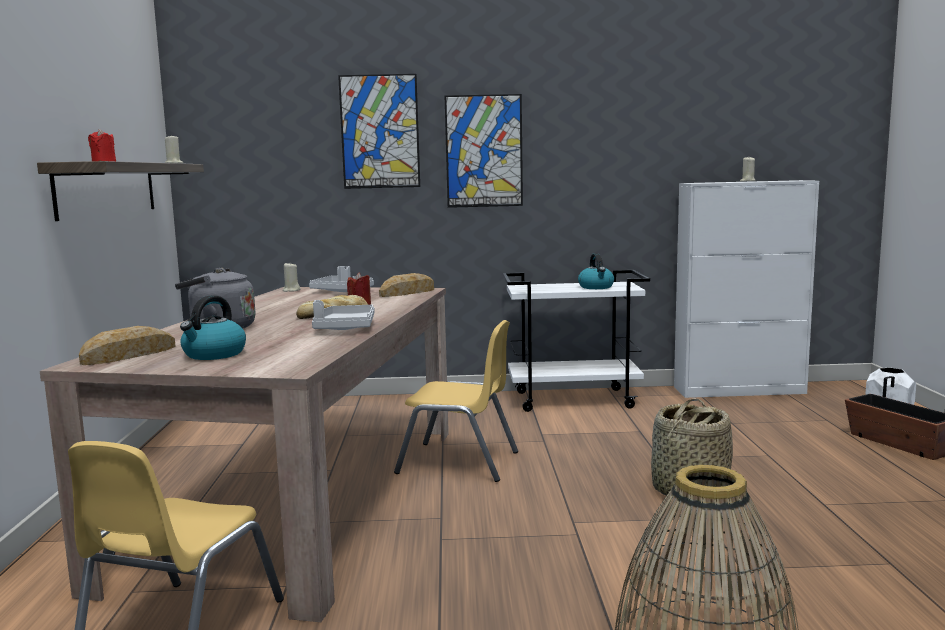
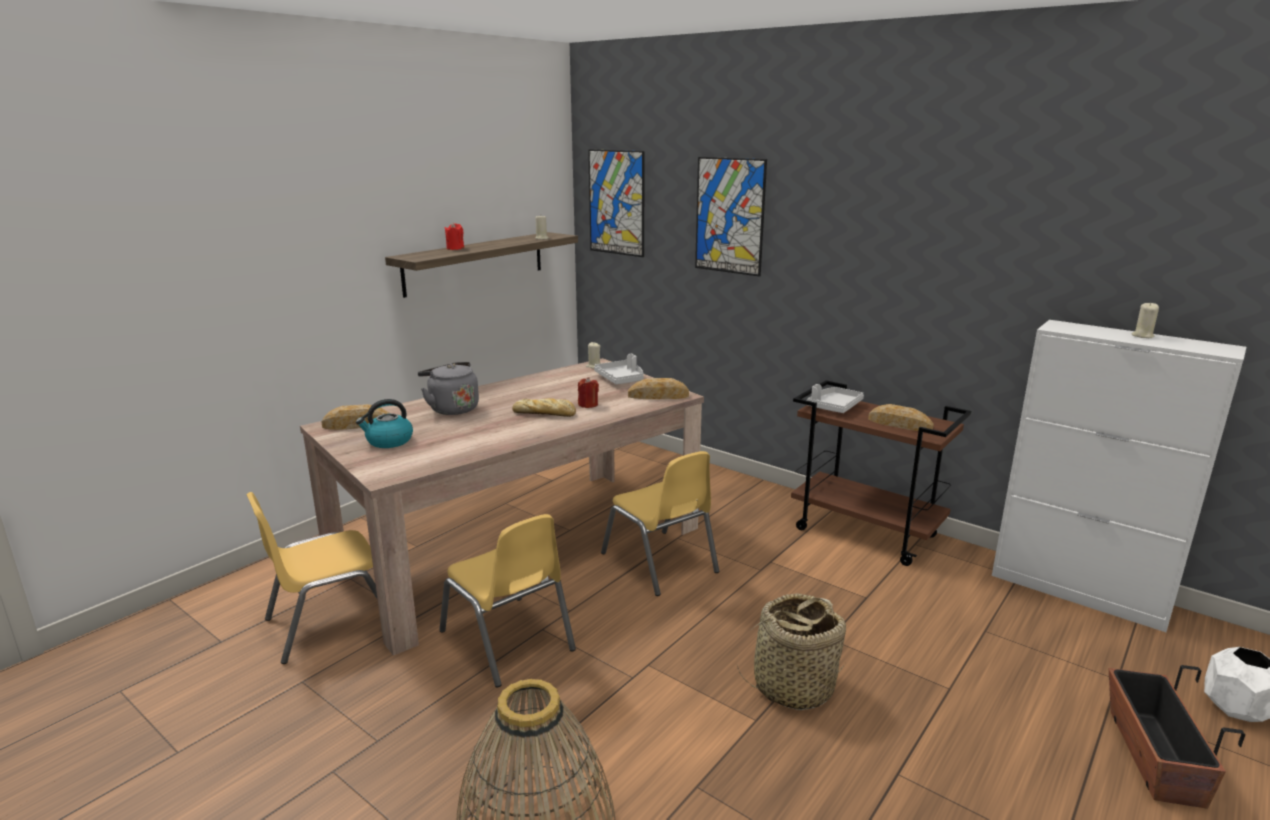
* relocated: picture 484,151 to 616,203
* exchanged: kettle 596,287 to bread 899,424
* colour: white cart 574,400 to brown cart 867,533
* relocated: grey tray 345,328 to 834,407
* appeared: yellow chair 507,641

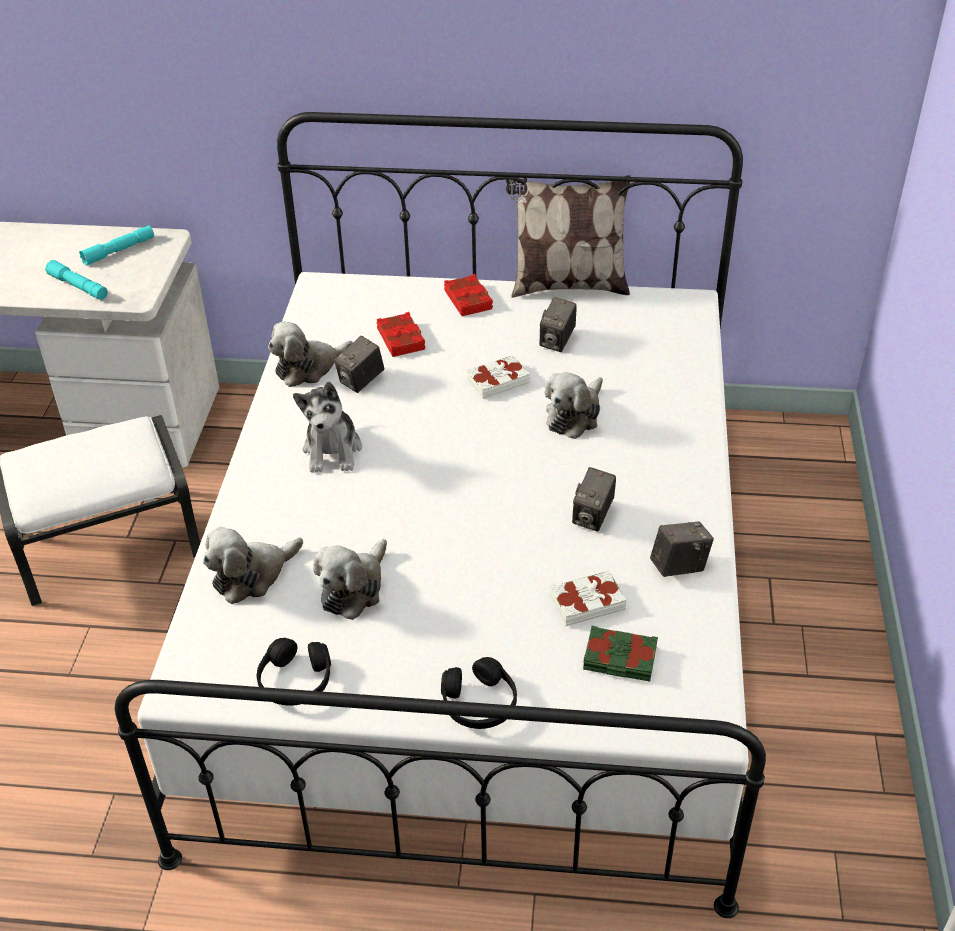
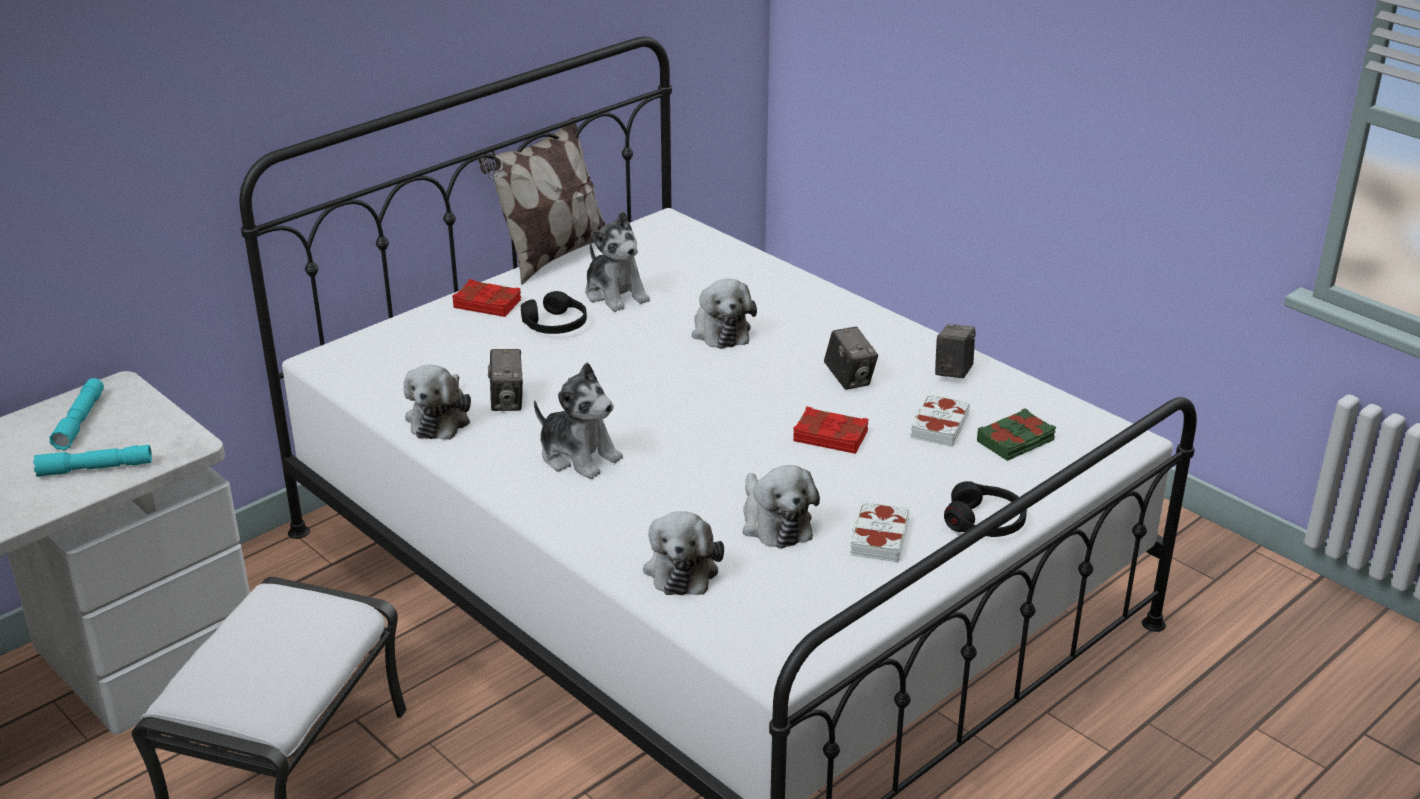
* exchanged: photo camera 557,341 to plush toy 616,294
* relocated: red book 401,339 to 830,436
* relocated: white book 497,381 to 878,538
* relocated: black headphones 295,681 to 555,325

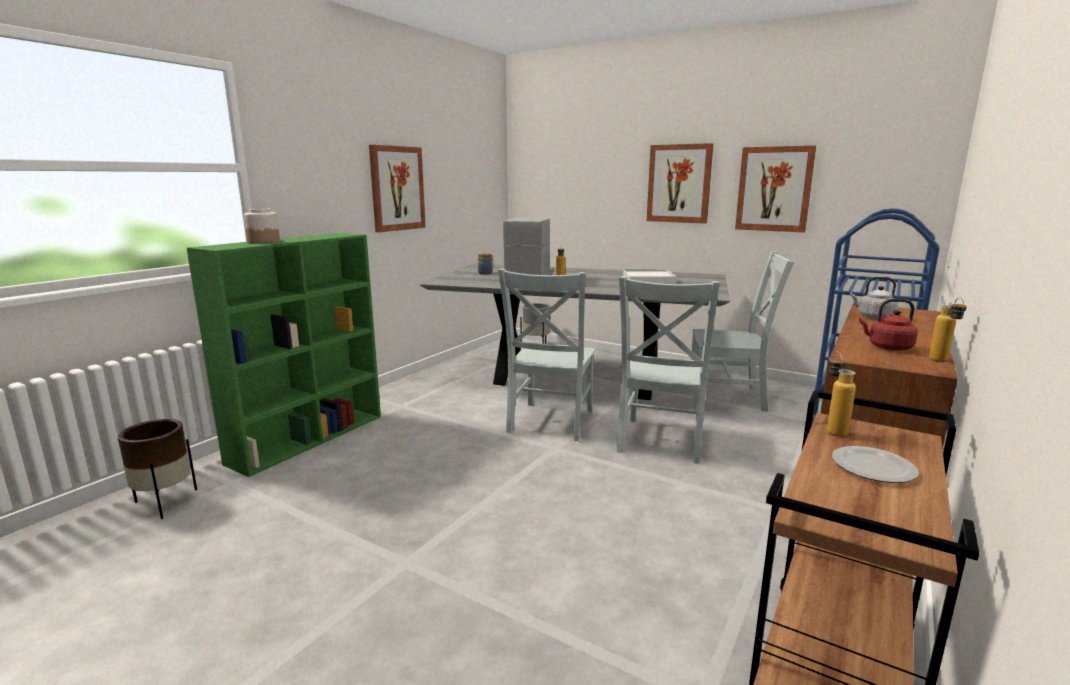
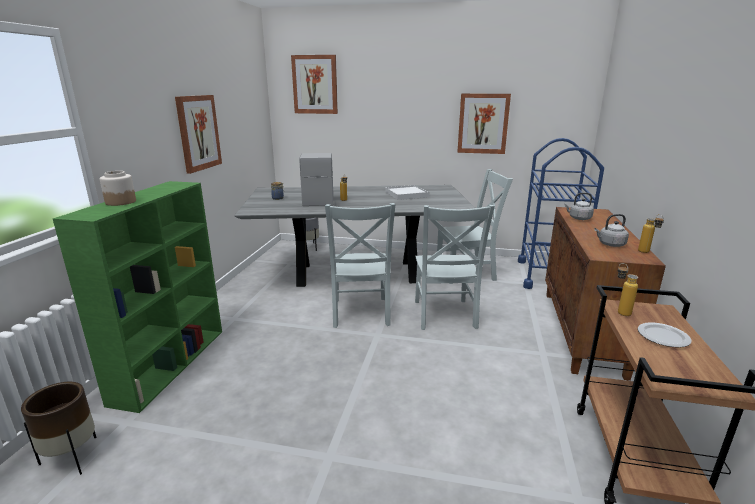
* relocated: picture 679,183 to 315,84
* colour: red kettle 887,347 to grey kettle 610,244

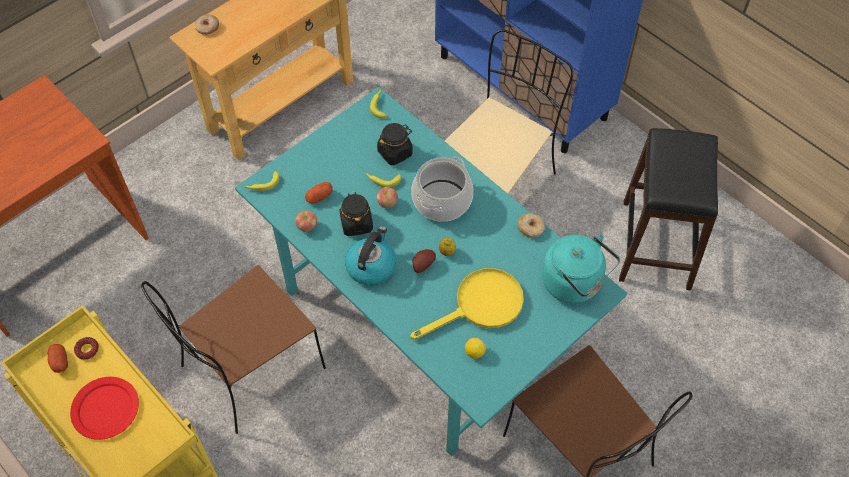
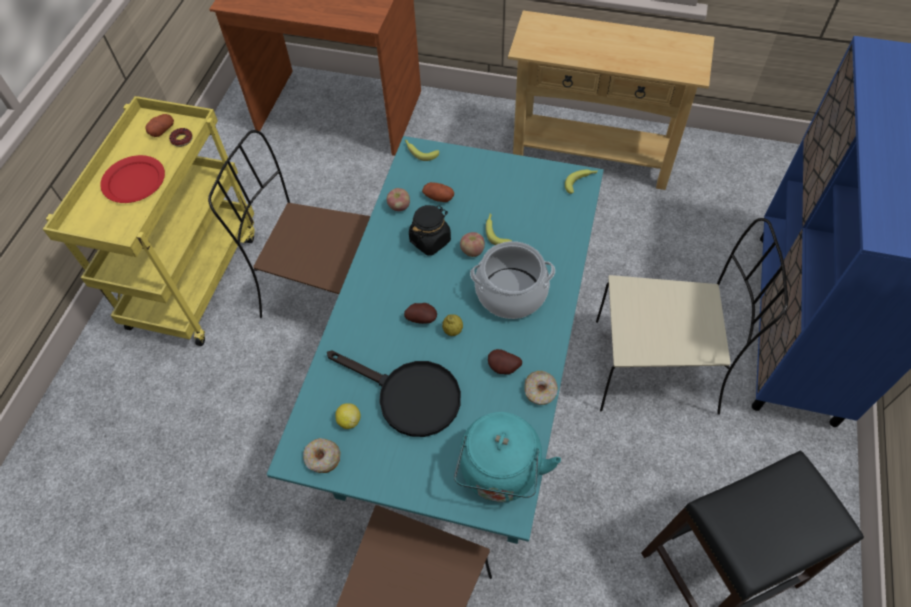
* relocated: donut 207,28 to 322,458
* missing: black jar 395,153
* missing: kettle 371,266
* colour: yellow frying pan 480,306 to black frying pan 409,396
* appeared: potato 503,368

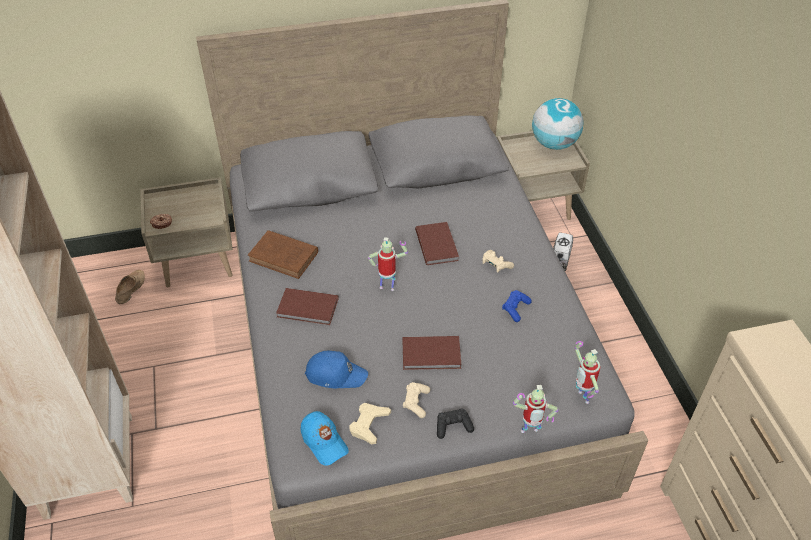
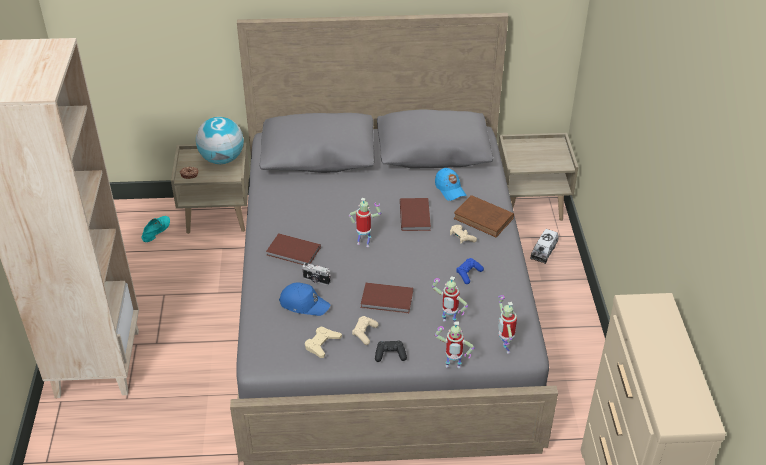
* relocated: globe 554,144 to 222,159
* relocated: brown book 285,257 to 484,219
* colour: beige shoe 130,288 to turquoise shoe 156,230
* relocated: blue cap 324,442 to 450,190
* appeared: photo camera 316,280
* appeared: toy robot 448,323

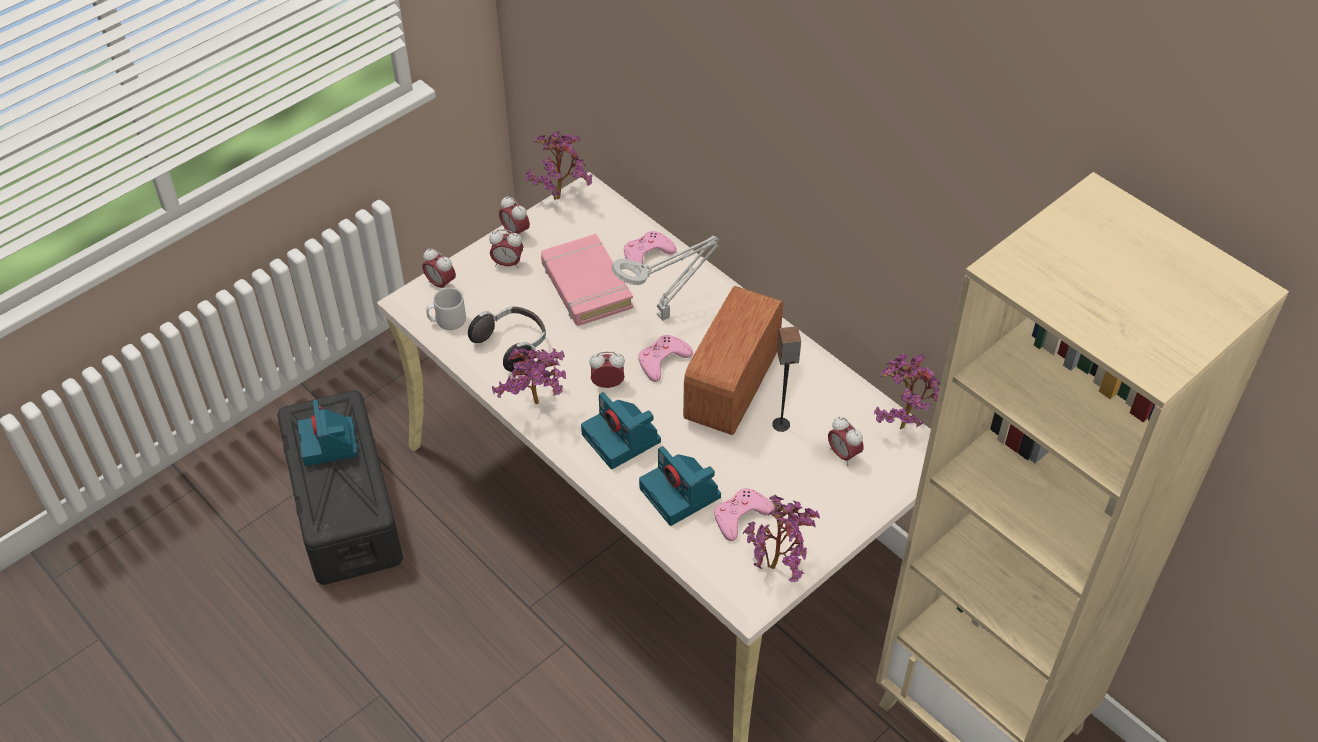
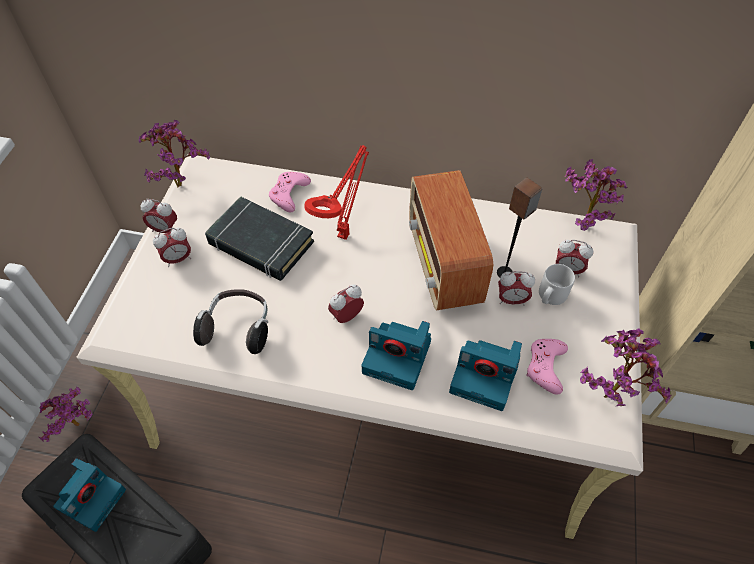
* colour: pink book 586,286 to black book 260,243
* colour: grey table lamp 666,315 to red table lamp 344,233
* relocated: alarm clock 441,284 to 511,300
* relocated: grey mug 447,320 to 550,296
* missing: pink game controller 662,360
* relocated: potted plant 538,406 to 80,426
* spun: photo camera 329,444 = 91,497 105 degrees counterclockwise

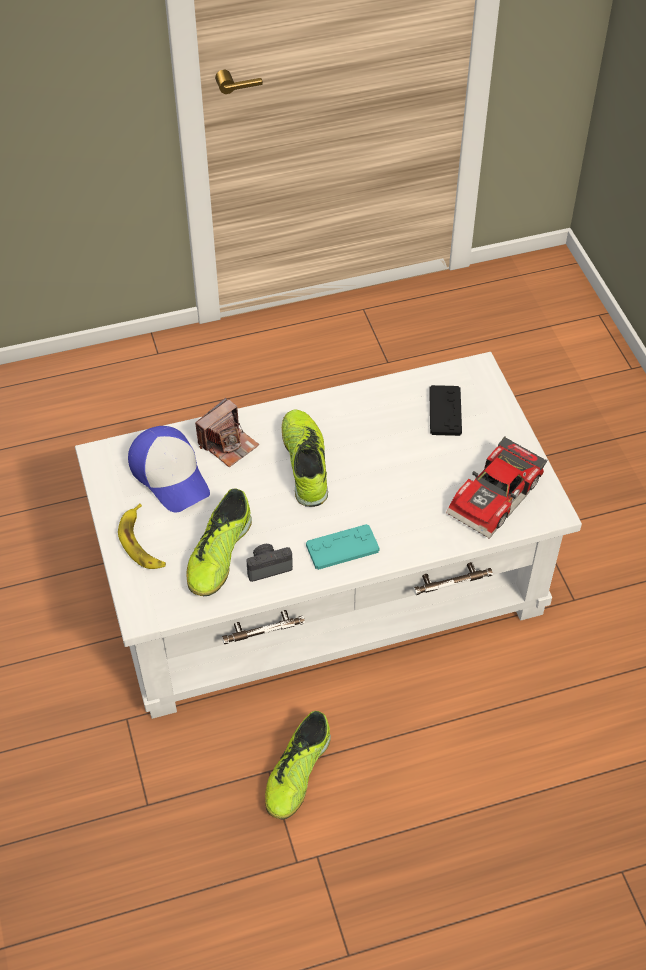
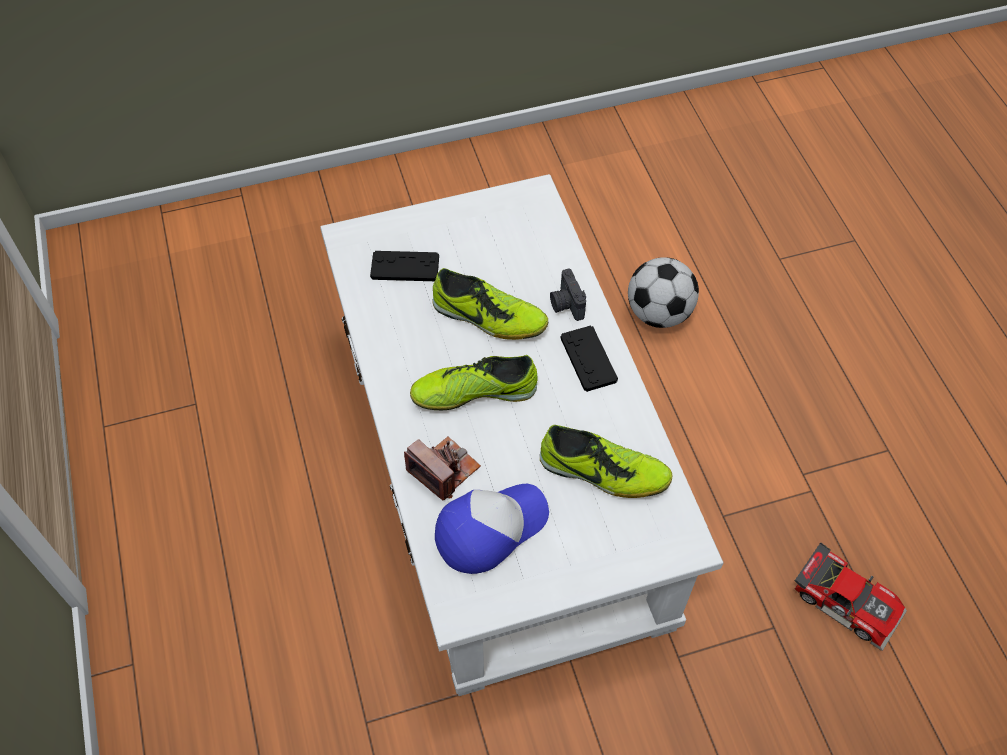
* relocated: toy car 498,497 to 848,599
* missing: banana 142,543
* colour: turquoise game controller 342,548 to black game controller 588,359
* relocated: photo camera 268,567 to 566,304
* relocated: shoe 297,773 to 489,317
* appeared: football 659,313

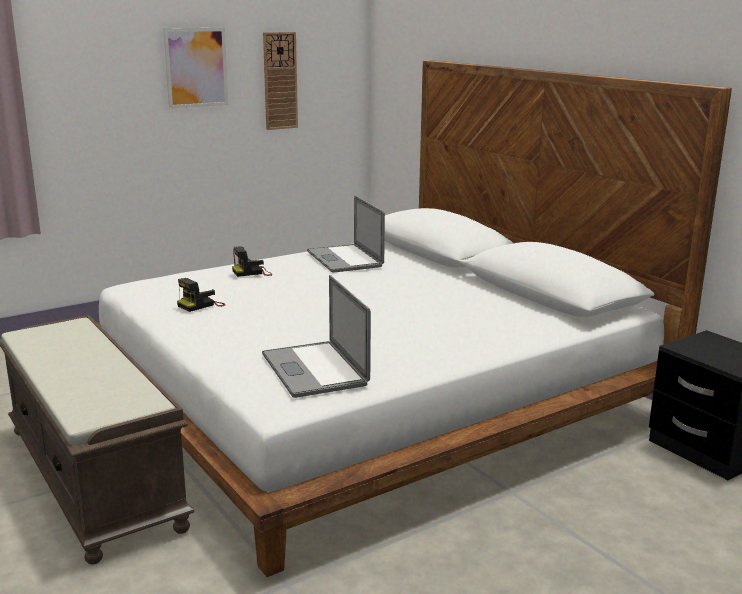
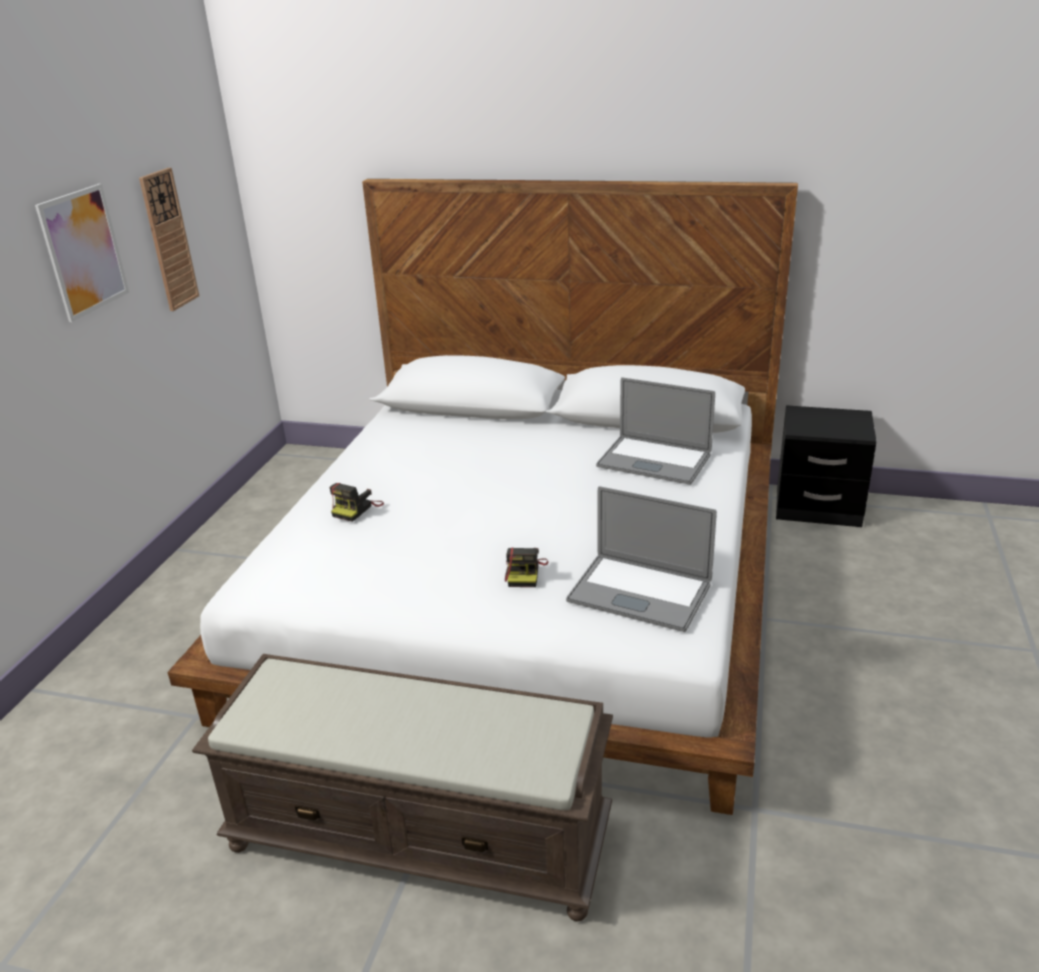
* relocated: laptop 344,259 to 654,460
* relocated: photo camera 201,305 to 525,573

